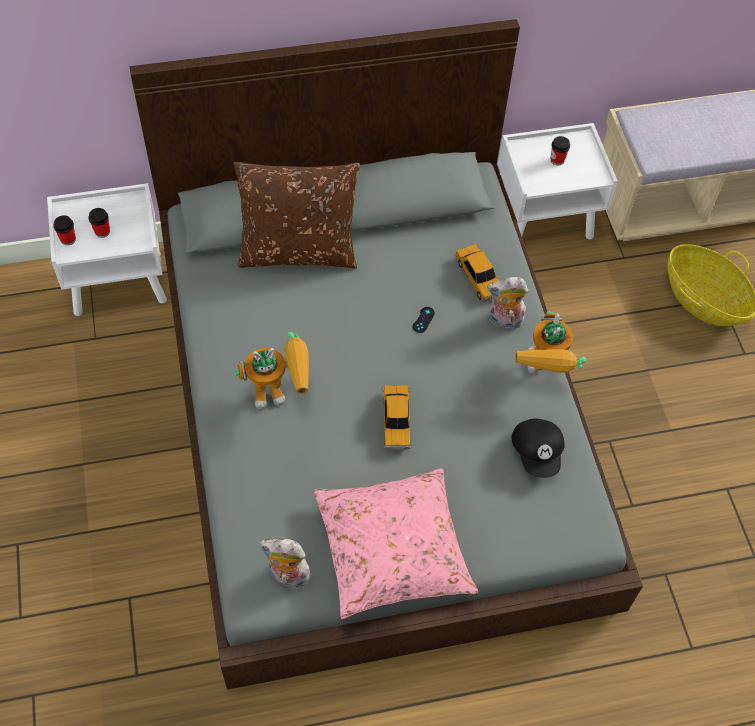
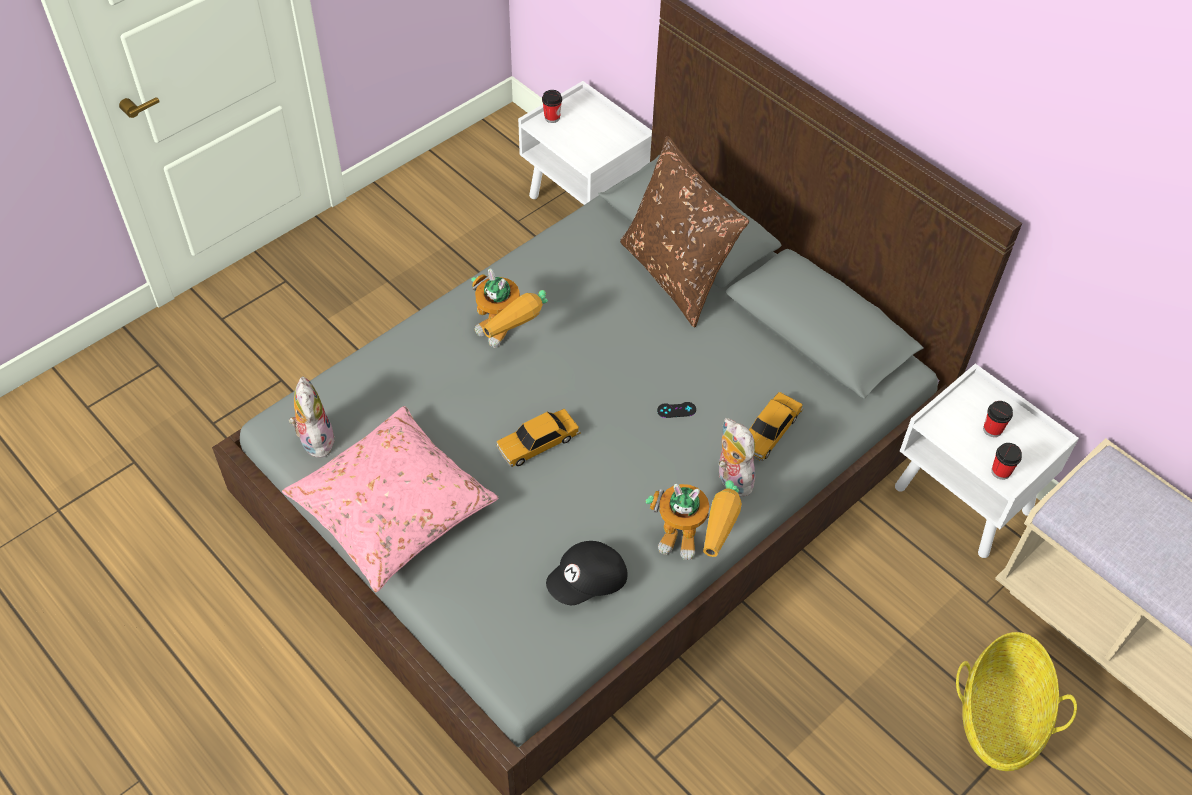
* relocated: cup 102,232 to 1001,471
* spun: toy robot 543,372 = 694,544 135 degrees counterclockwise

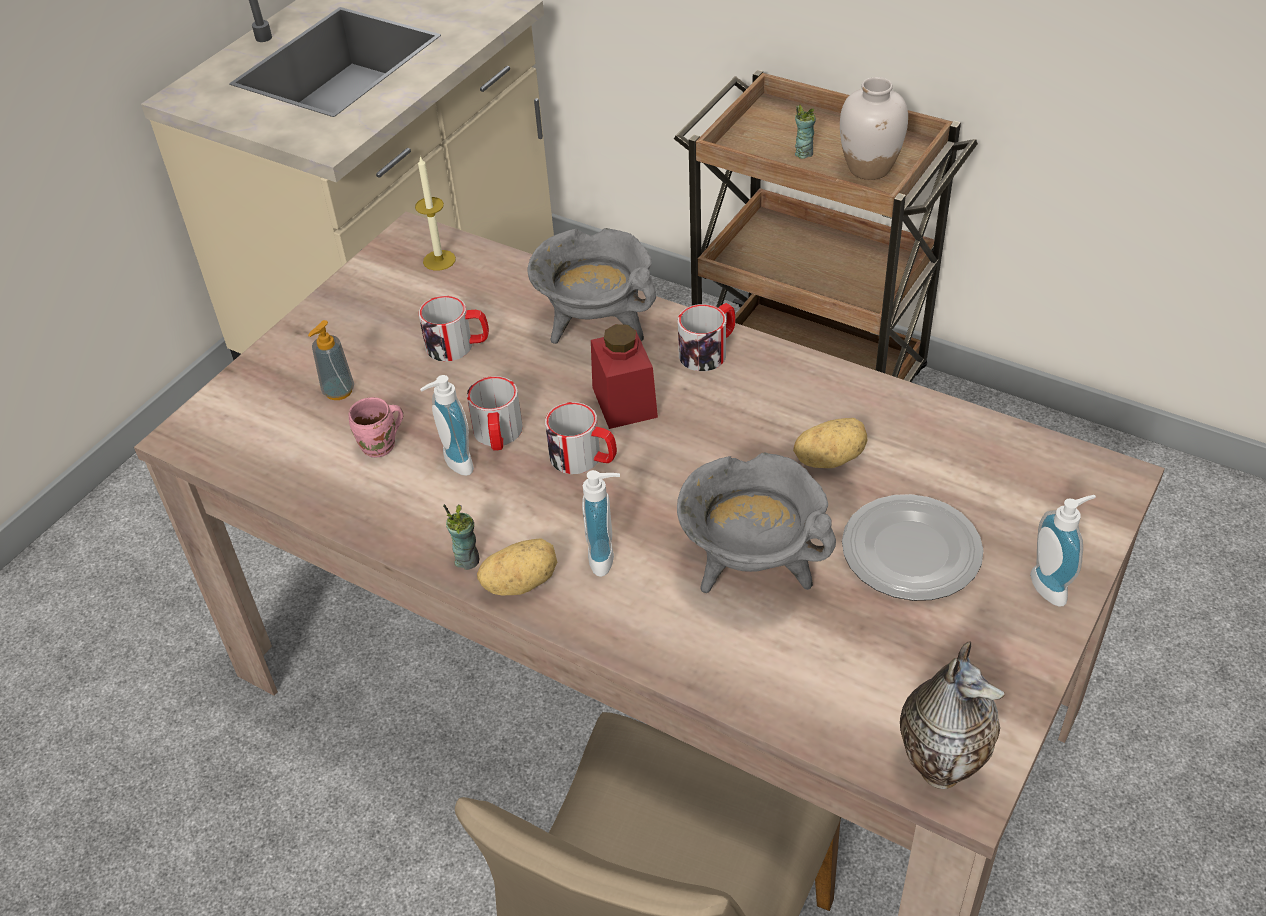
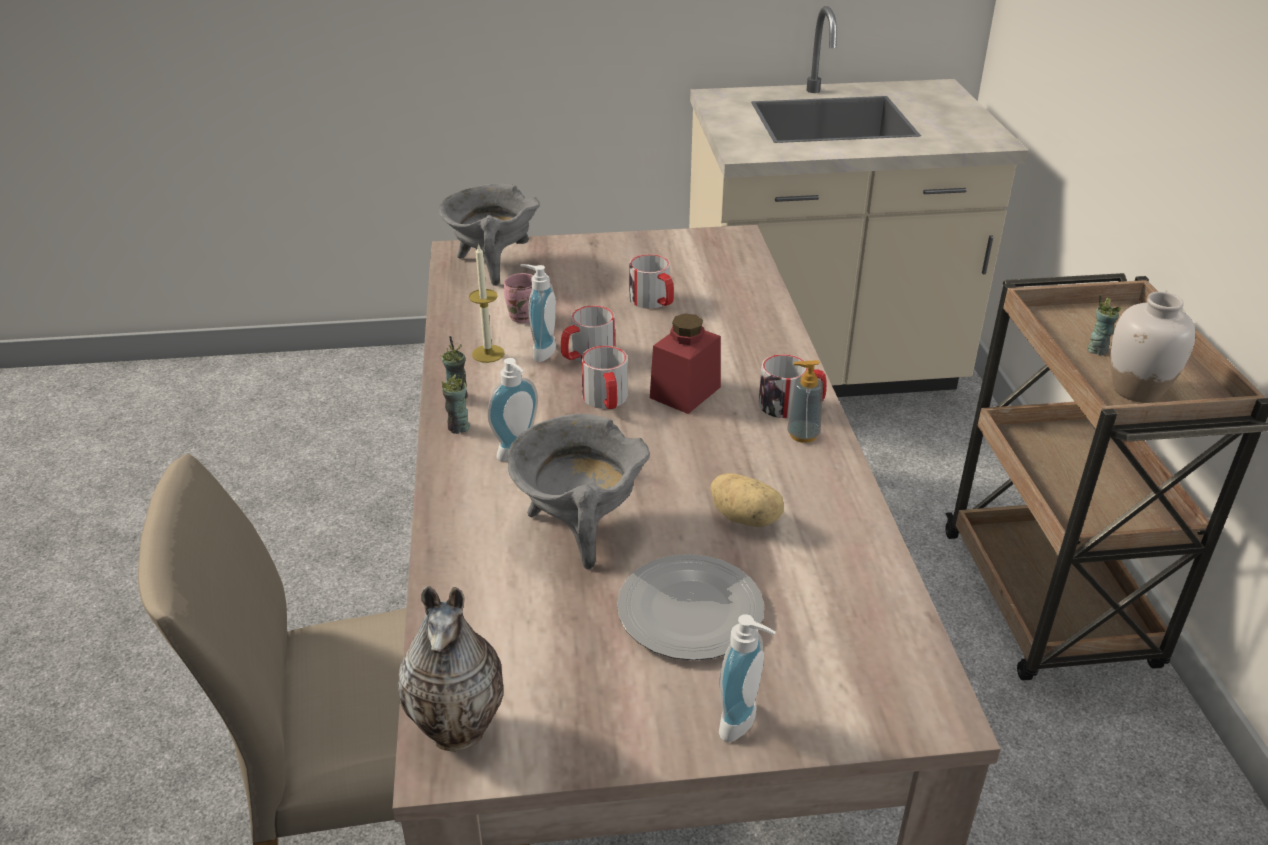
* relocated: candle 439,260 to 488,353
* relocated: grey cooking pot 596,327 to 492,265
* relocated: soap dispenser 338,391 to 803,434
* exchanged: potato 520,582 to cup 458,427

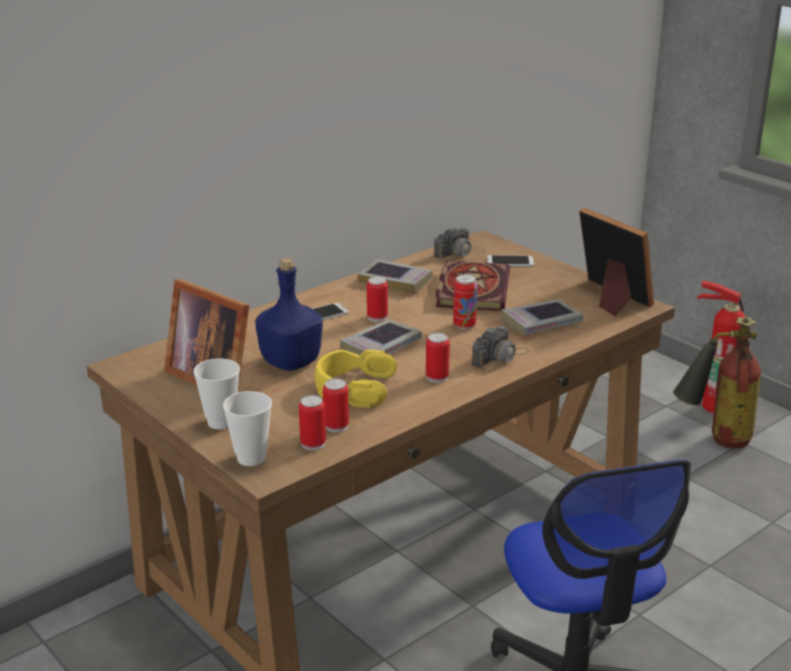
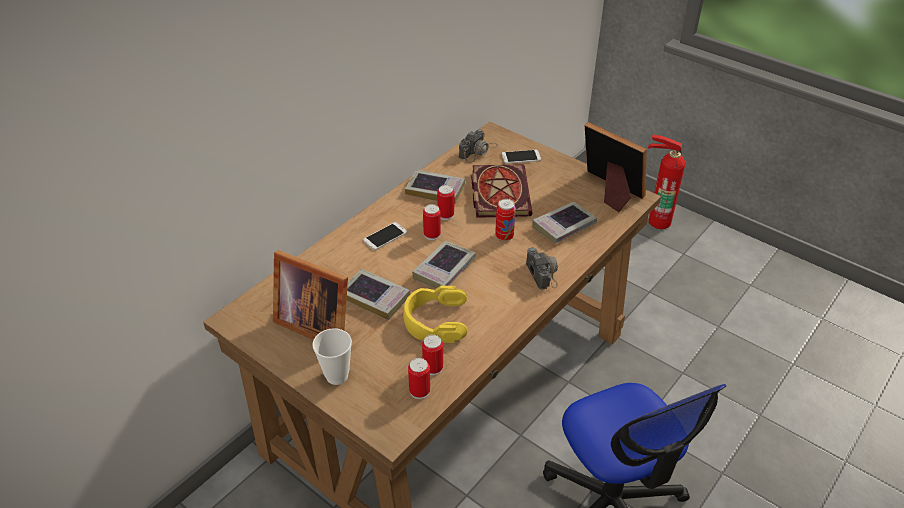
* exchanged: blue bottle 290,362 to book 375,297
* missing: fire extinguisher 714,440
* spun: photo camera 500,357 = 542,270 45 degrees counterclockwise
* relocated: can 437,377 to 446,215
* missing: cup 251,458

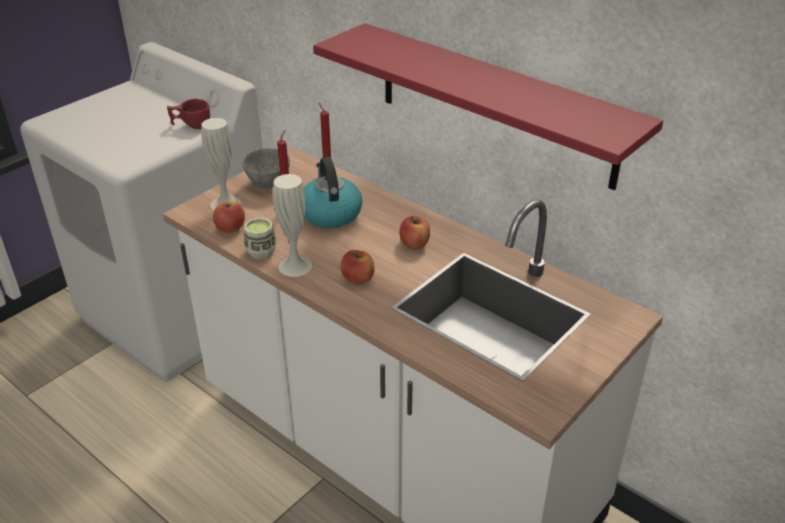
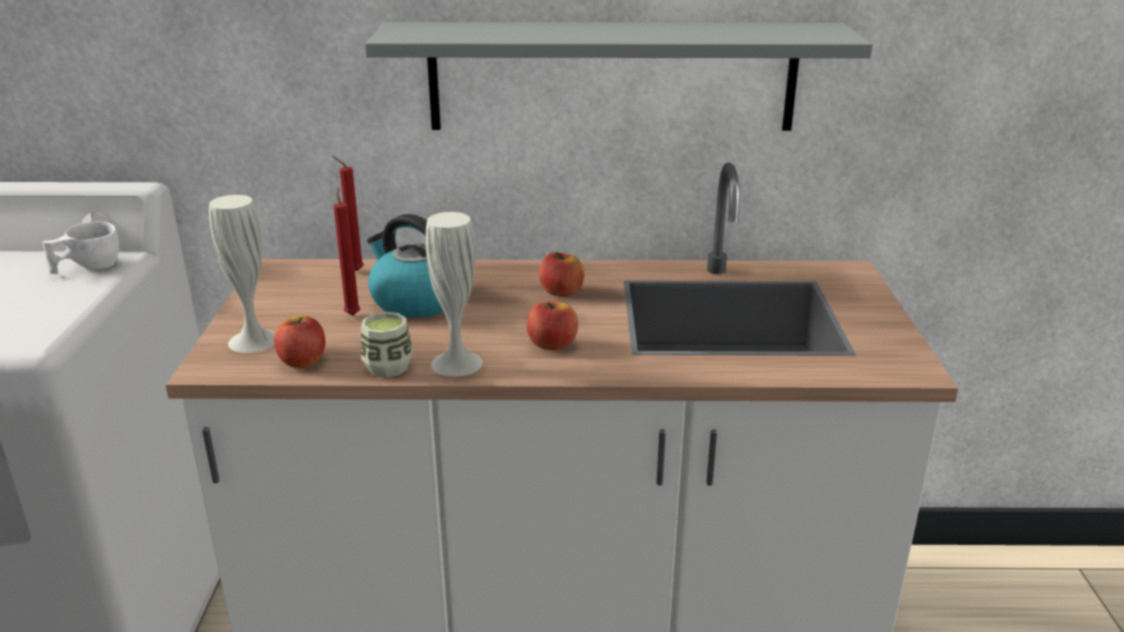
* colour: red shelf 494,104 to grey shelf 612,77
* colour: red cup 191,125 to white cup 87,267
* missing: grey bowl 269,184

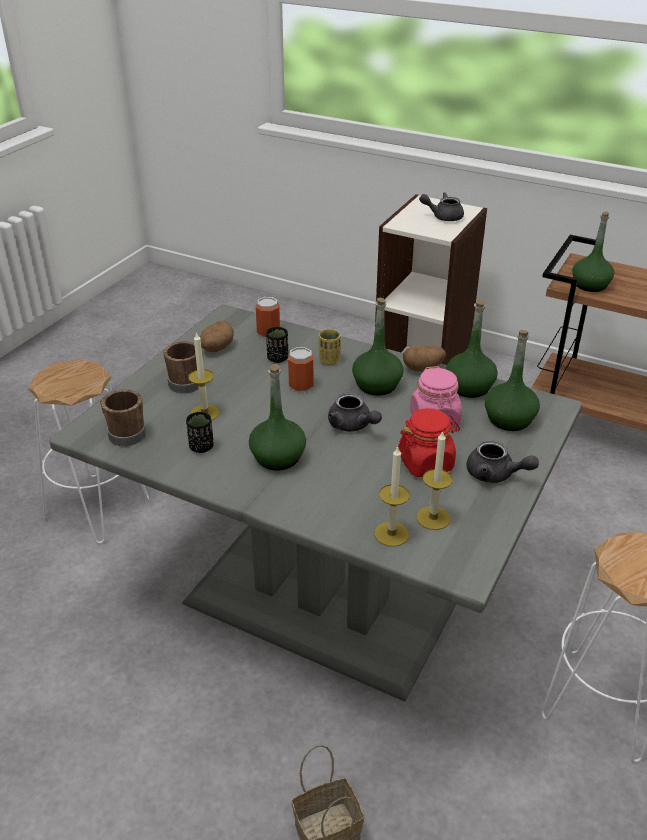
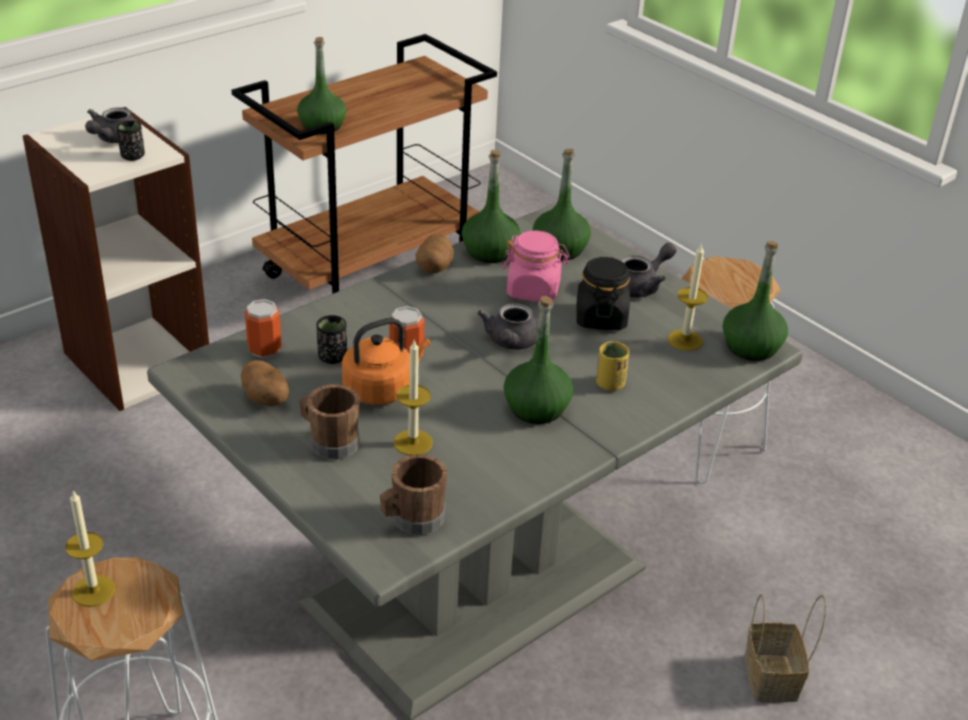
* relocated: green bottle 377,385 to 751,347
* relocated: yellow cup 329,360 to 610,384
* spun: grey teapot 352,426 = 510,343 120 degrees clockwise
* colour: red jar 426,463 to black jar 600,317
* relocated: black cup 201,447 to 132,156
* relocated: candle 391,534 to 93,591
* appeared: orange kettle 381,389

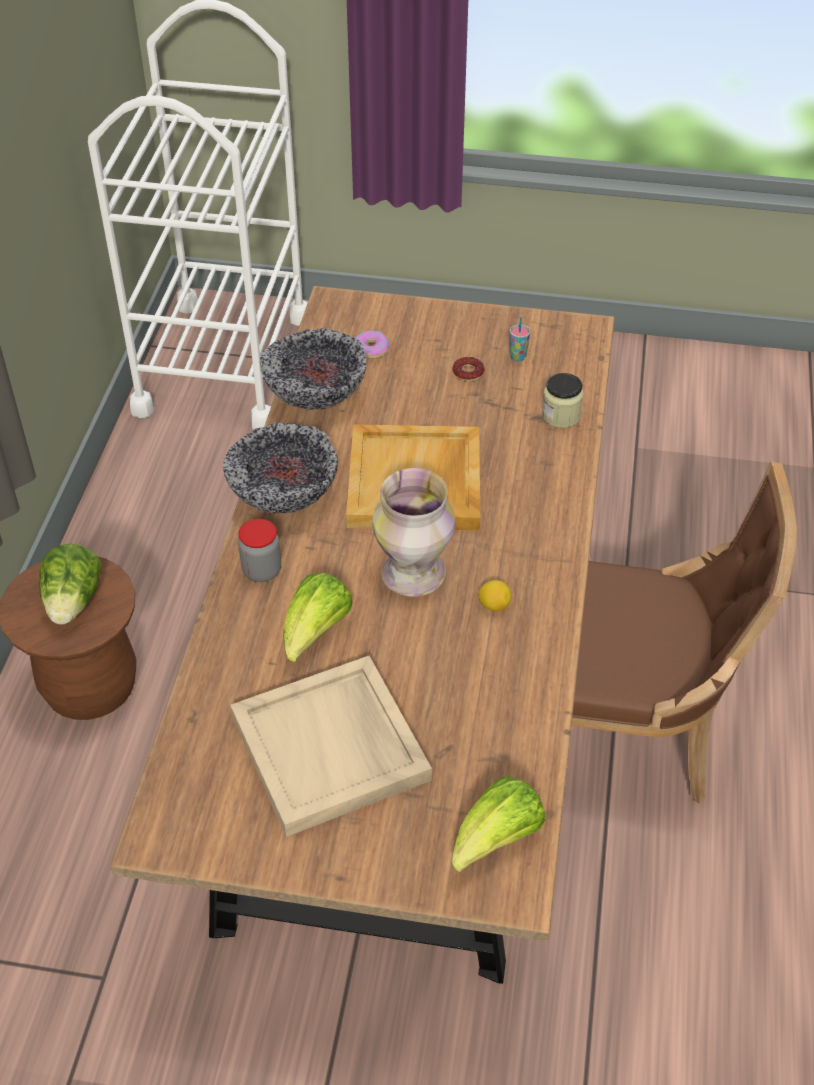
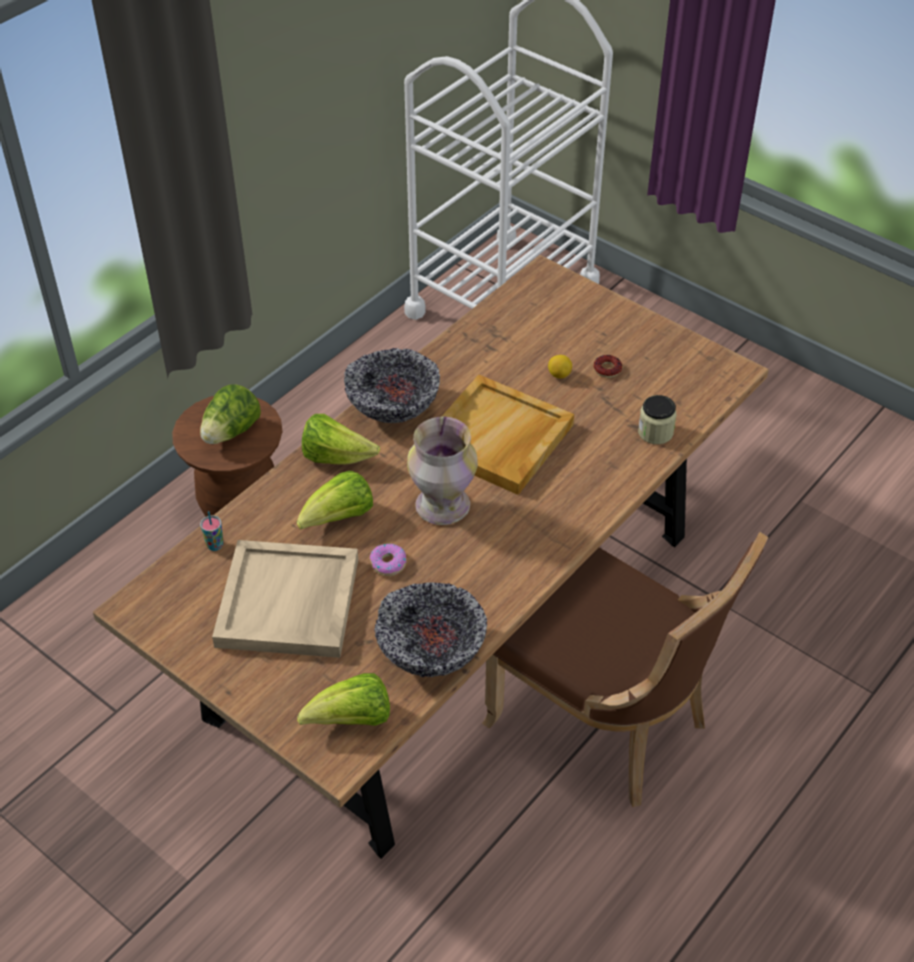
* relocated: cup 518,357 to 215,545
* relocated: bowl 315,395 to 430,652
* relocated: donut 371,349 to 388,563
* exchanged: jar 262,571 to lettuce 336,457
* relocated: lemon 494,605 to 559,375

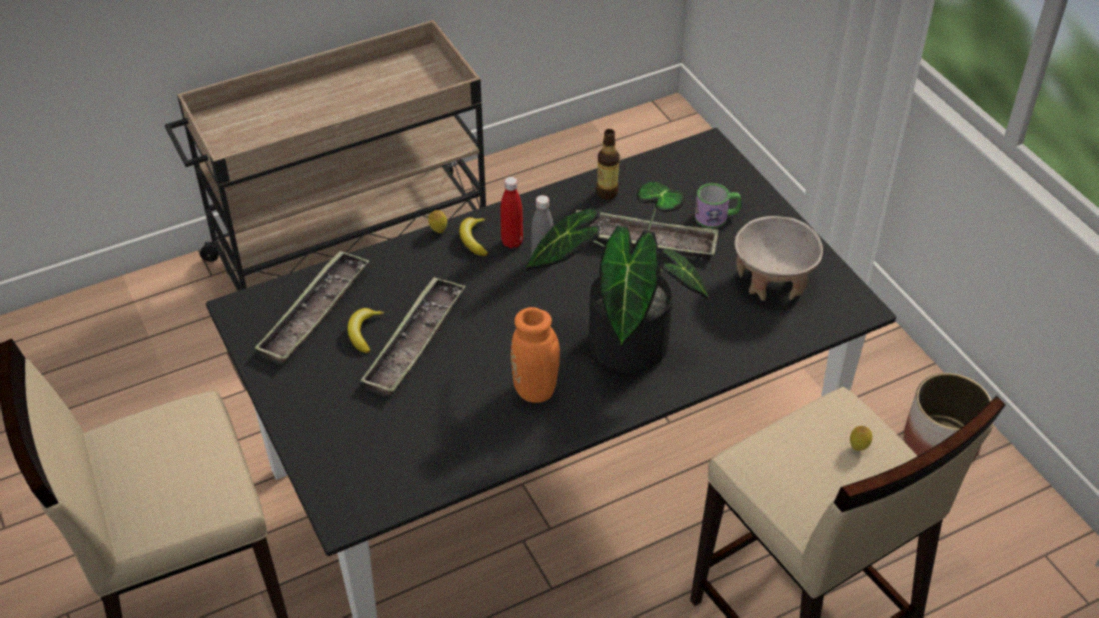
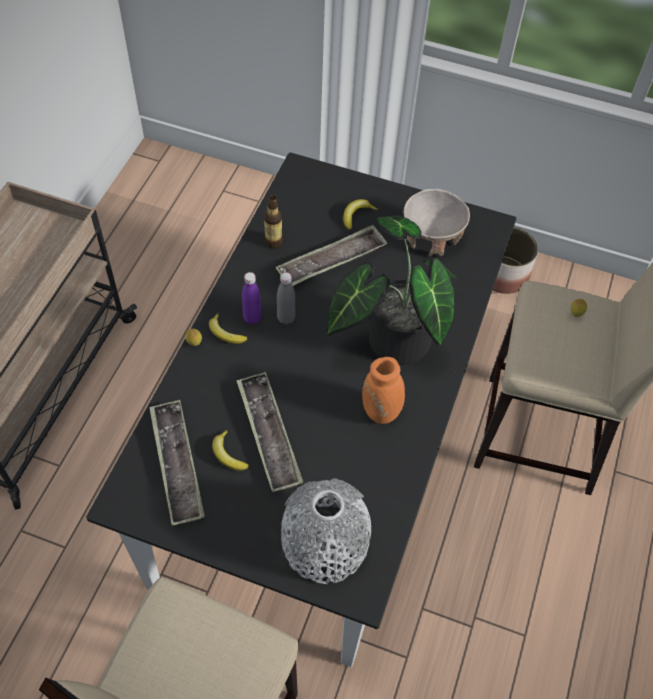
* colour: red bottle 512,242 to purple bottle 252,318
* exchanged: mug 717,217 to banana 356,215
* appeared: grey vase 325,543

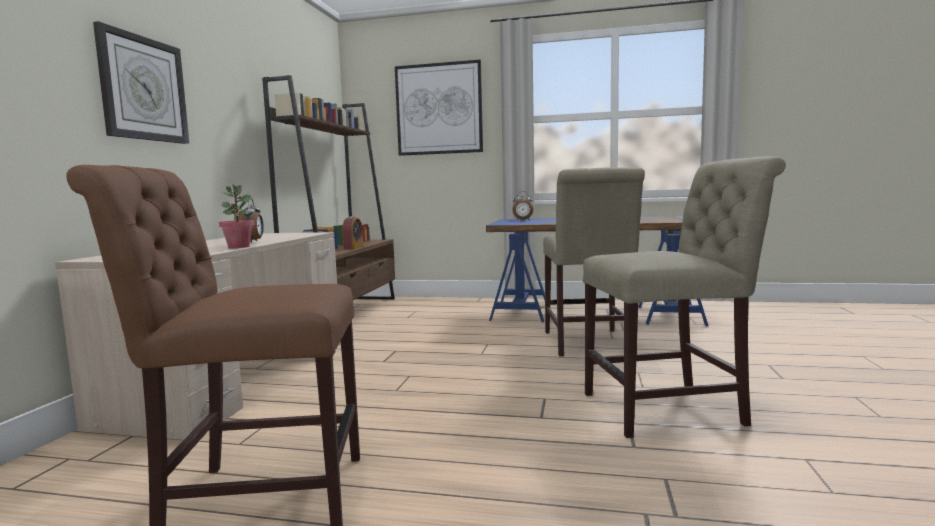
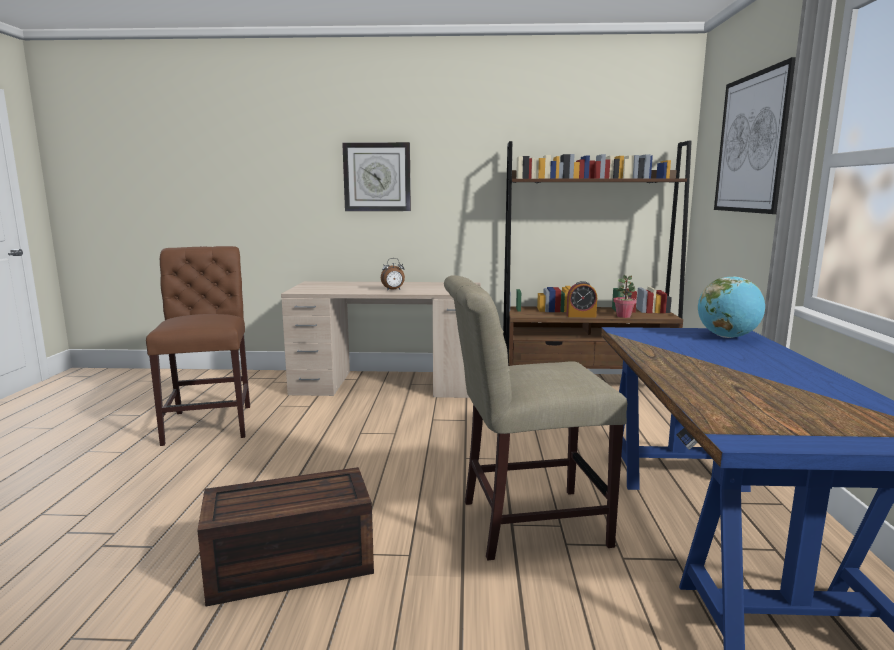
* exchanged: beige chair 671,408 to brown storage box 288,567
* relocated: potted plant 239,247 to 623,316
* exchanged: alarm clock 523,219 to globe 727,337

